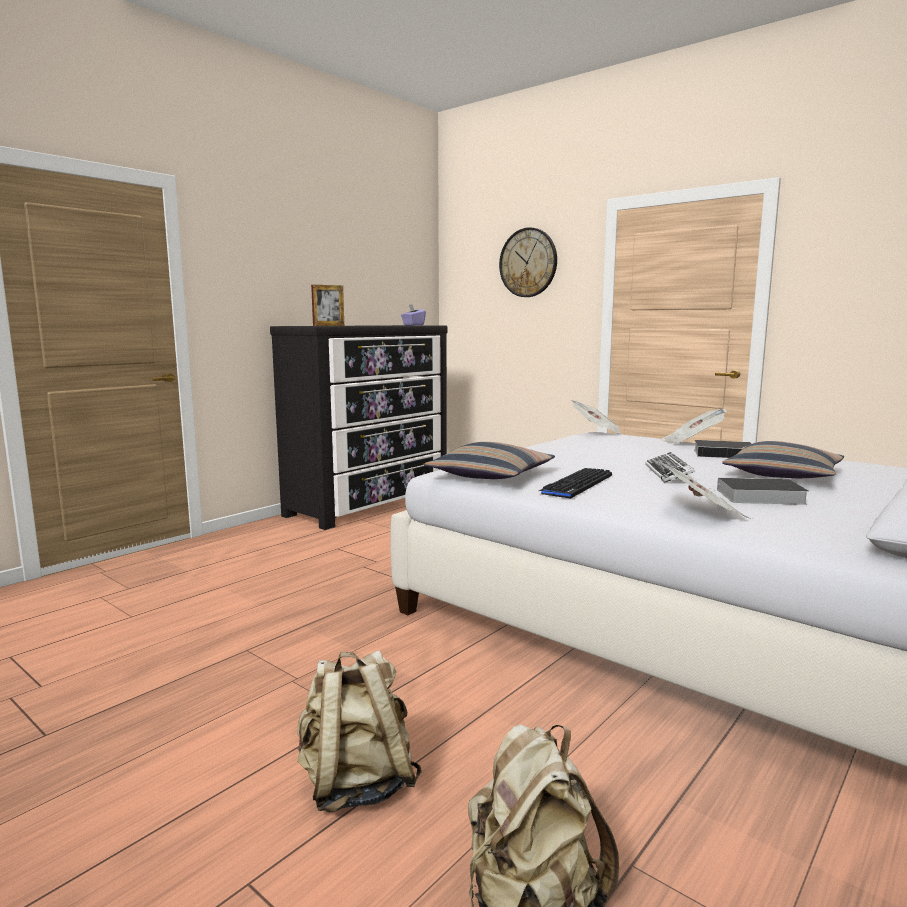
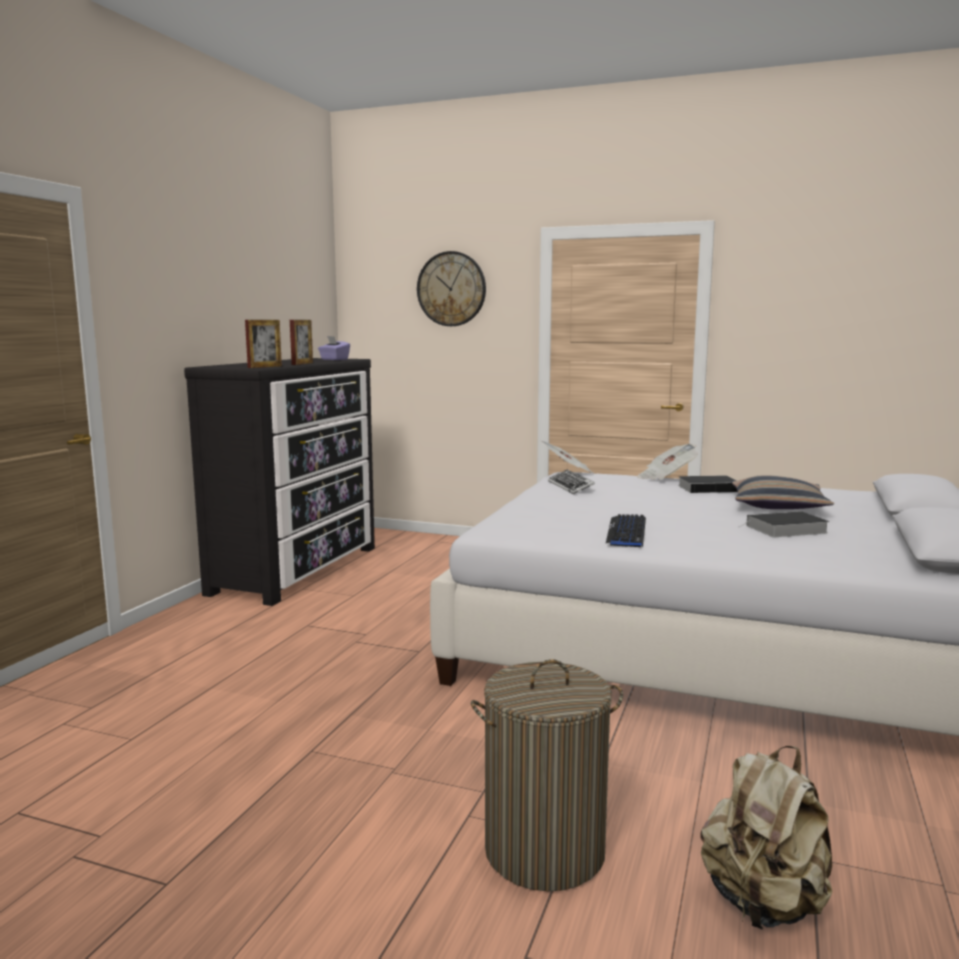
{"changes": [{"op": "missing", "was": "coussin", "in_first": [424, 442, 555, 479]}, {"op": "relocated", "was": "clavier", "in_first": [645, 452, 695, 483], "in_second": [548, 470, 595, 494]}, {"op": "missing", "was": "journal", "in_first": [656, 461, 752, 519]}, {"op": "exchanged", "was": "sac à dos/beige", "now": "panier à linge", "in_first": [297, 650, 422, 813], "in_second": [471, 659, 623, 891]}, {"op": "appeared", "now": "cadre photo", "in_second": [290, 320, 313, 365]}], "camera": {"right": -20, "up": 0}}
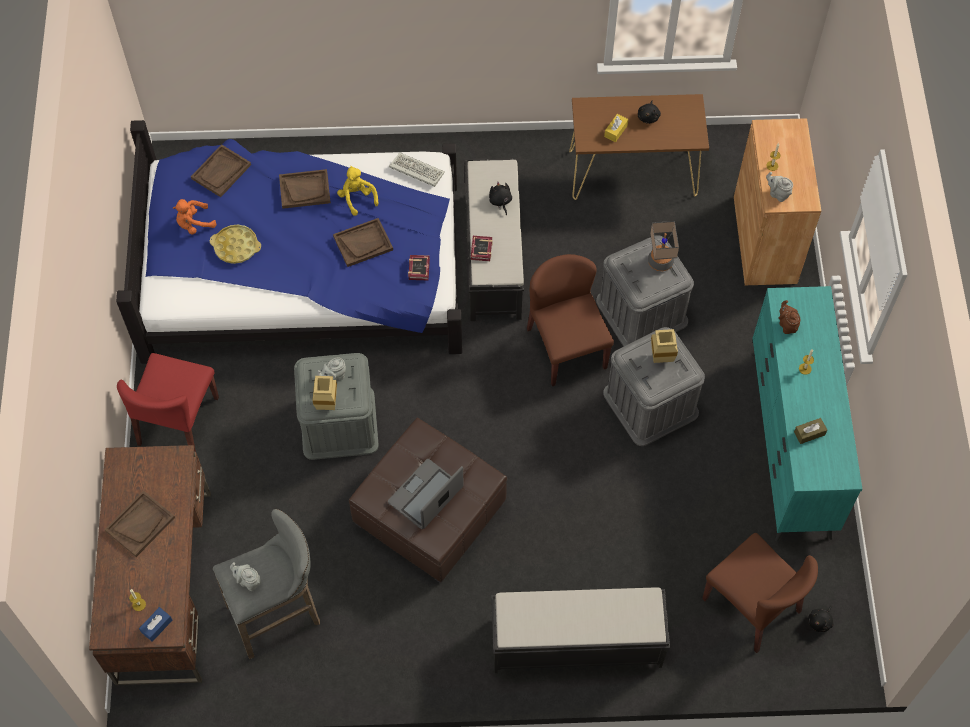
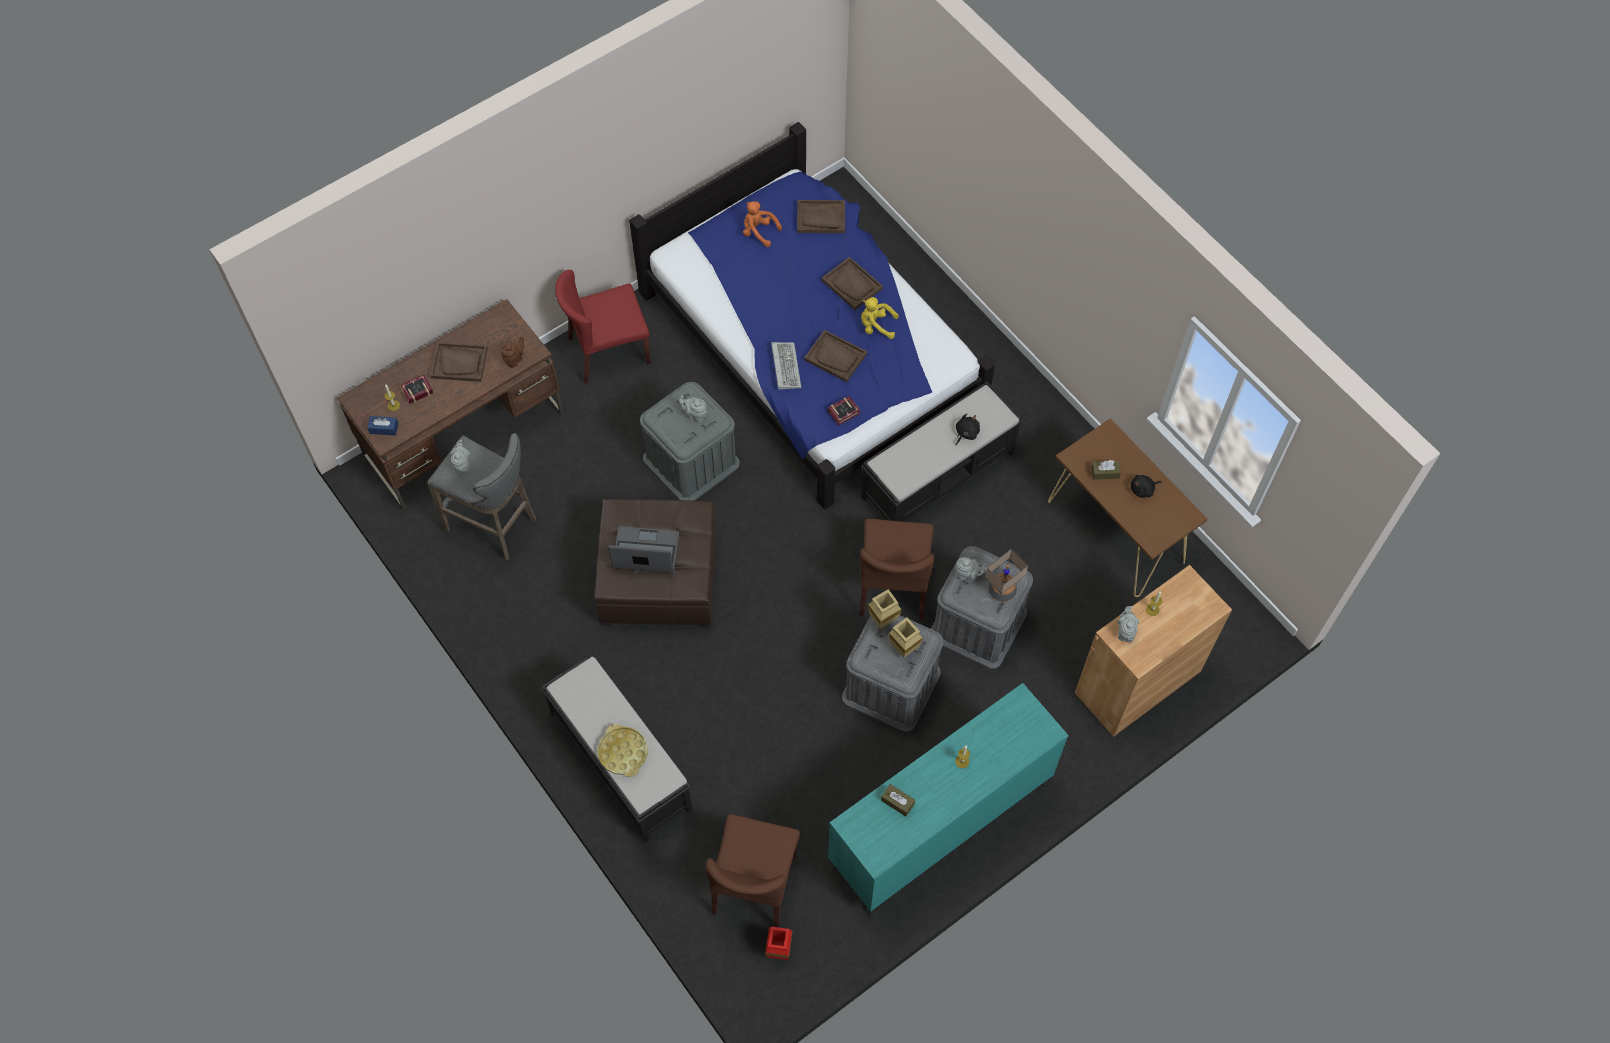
{"changes": [{"op": "colour", "was": "boîte à mouchoirs/jaune", "now": "boîte à mouchoirs/marron", "in_first": [604, 114, 628, 142], "in_second": [1091, 460, 1121, 480]}, {"op": "relocated", "was": "clavier", "in_first": [389, 153, 445, 187], "in_second": [771, 342, 801, 390]}, {"op": "spun", "was": "peluche/jaune", "in_first": [337, 166, 378, 216], "in_second": [861, 297, 899, 339], "clockwise": -105}, {"op": "relocated", "was": "plateau/jaune", "in_first": [210, 225, 261, 264], "in_second": [598, 724, 648, 777]}, {"op": "relocated", "was": "livre", "in_first": [471, 236, 493, 261], "in_second": [400, 375, 433, 404]}, {"op": "spun", "was": "chaise/marron", "in_first": [527, 254, 614, 386], "in_second": [860, 519, 934, 621], "clockwise": 150}, {"op": "relocated", "was": "théière/marron", "in_first": [779, 300, 801, 334], "in_second": [501, 337, 524, 368]}, {"op": "relocated", "was": "vase/beige", "in_first": [313, 376, 337, 410], "in_second": [868, 589, 901, 629]}, {"op": "exchanged", "was": "peluche/noir", "now": "vase/rouge", "in_first": [808, 606, 834, 632], "in_second": [765, 927, 792, 960]}, {"op": "appeared", "now": "théière/gris", "in_second": [955, 557, 987, 582]}], "camera": {"right": 55, "up": 0}}
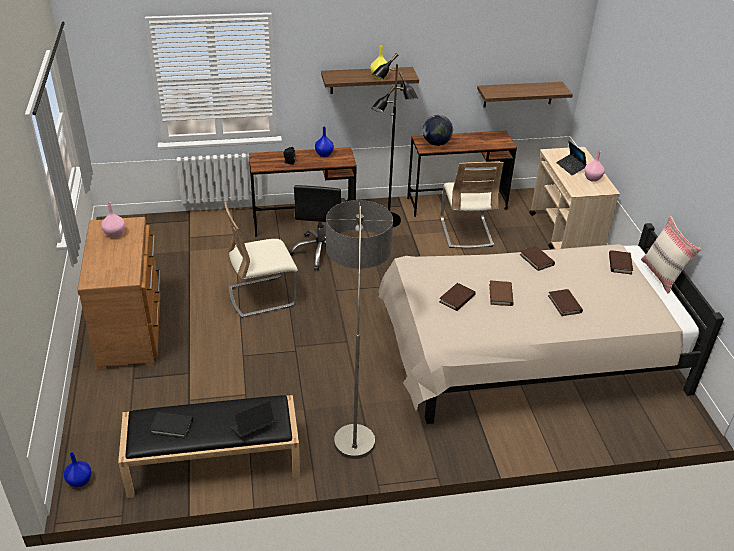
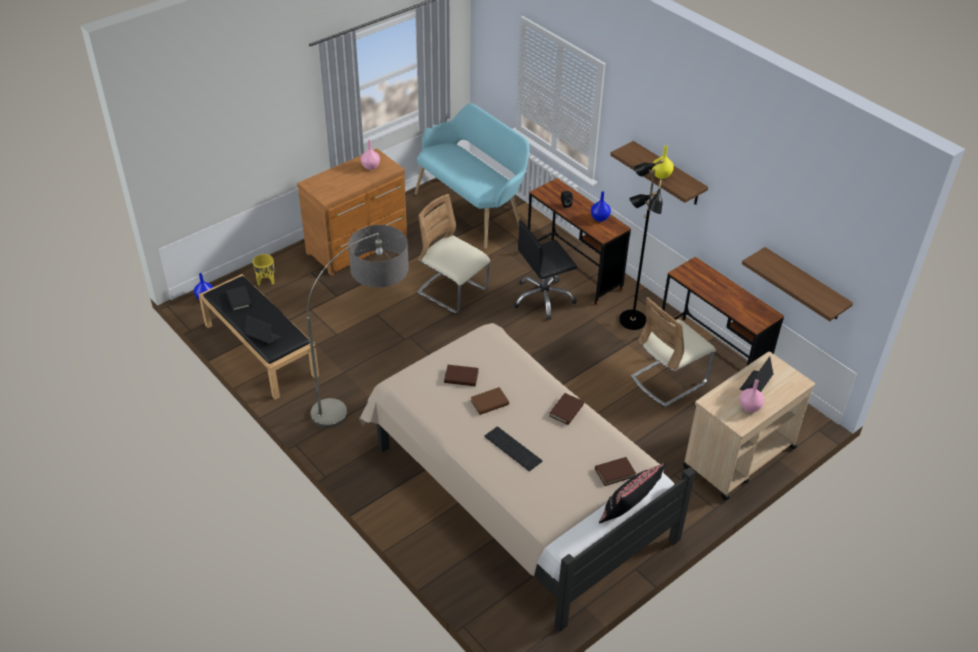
{"changes": [{"op": "missing", "was": "globe", "in_first": [423, 115, 453, 146]}, {"op": "colour", "was": "coussin/beige", "now": "coussin/noir", "in_first": [641, 216, 701, 294], "in_second": [599, 463, 666, 523]}, {"op": "exchanged", "was": "livre/marron", "now": "clavier", "in_first": [548, 289, 583, 316], "in_second": [485, 427, 543, 471]}, {"op": "appeared", "now": "banc/turquoise", "in_second": [414, 103, 529, 249]}, {"op": "appeared", "now": "cache-pot/jaune", "in_second": [252, 254, 275, 285]}], "camera": {"right": 60, "up": 5}}
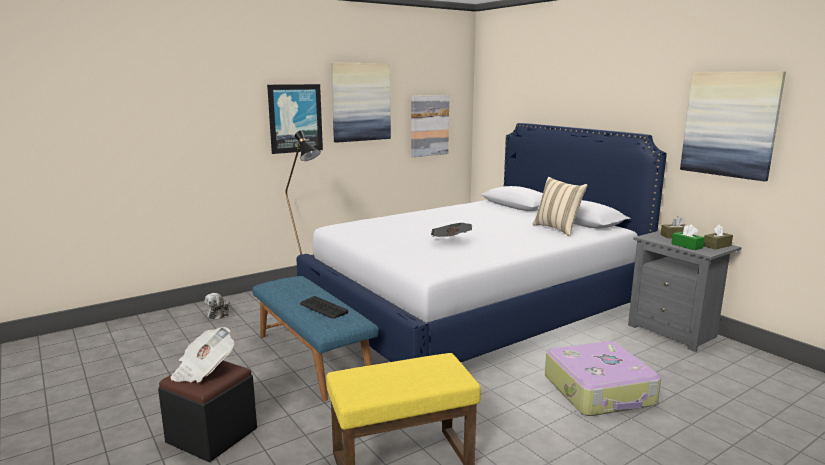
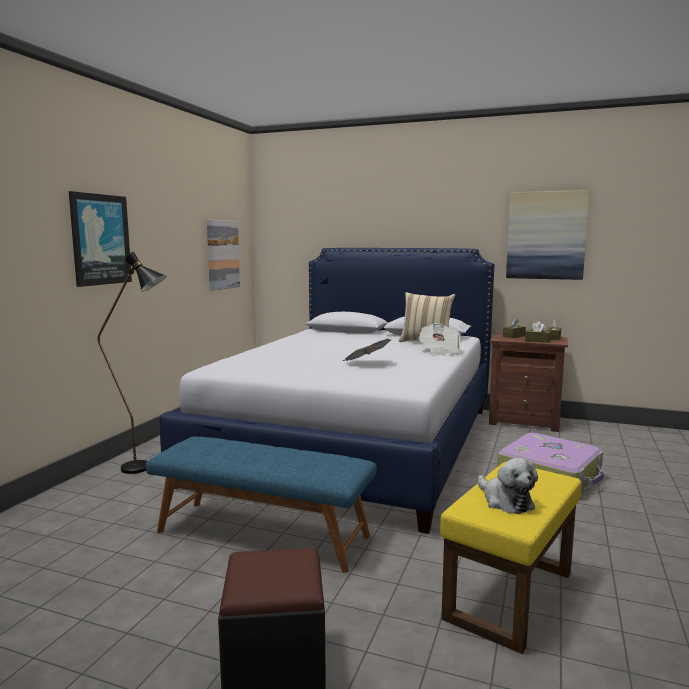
{"changes": [{"op": "missing", "was": "tableau", "in_first": [331, 63, 391, 143]}, {"op": "colour", "was": "boîte à mouchoirs/vert", "now": "boîte à mouchoirs/marron", "in_first": [671, 224, 705, 250], "in_second": [525, 321, 551, 343]}, {"op": "colour", "was": "table de chevet/gris", "now": "table de chevet/marron", "in_first": [628, 230, 742, 352], "in_second": [489, 333, 568, 432]}, {"op": "relocated", "was": "peluche", "in_first": [205, 293, 230, 319], "in_second": [478, 458, 538, 514]}, {"op": "missing", "was": "clavier", "in_first": [300, 296, 348, 319]}, {"op": "relocated", "was": "journal", "in_first": [170, 327, 234, 383], "in_second": [419, 323, 460, 356]}], "camera": {"right": -35, "up": -5}}
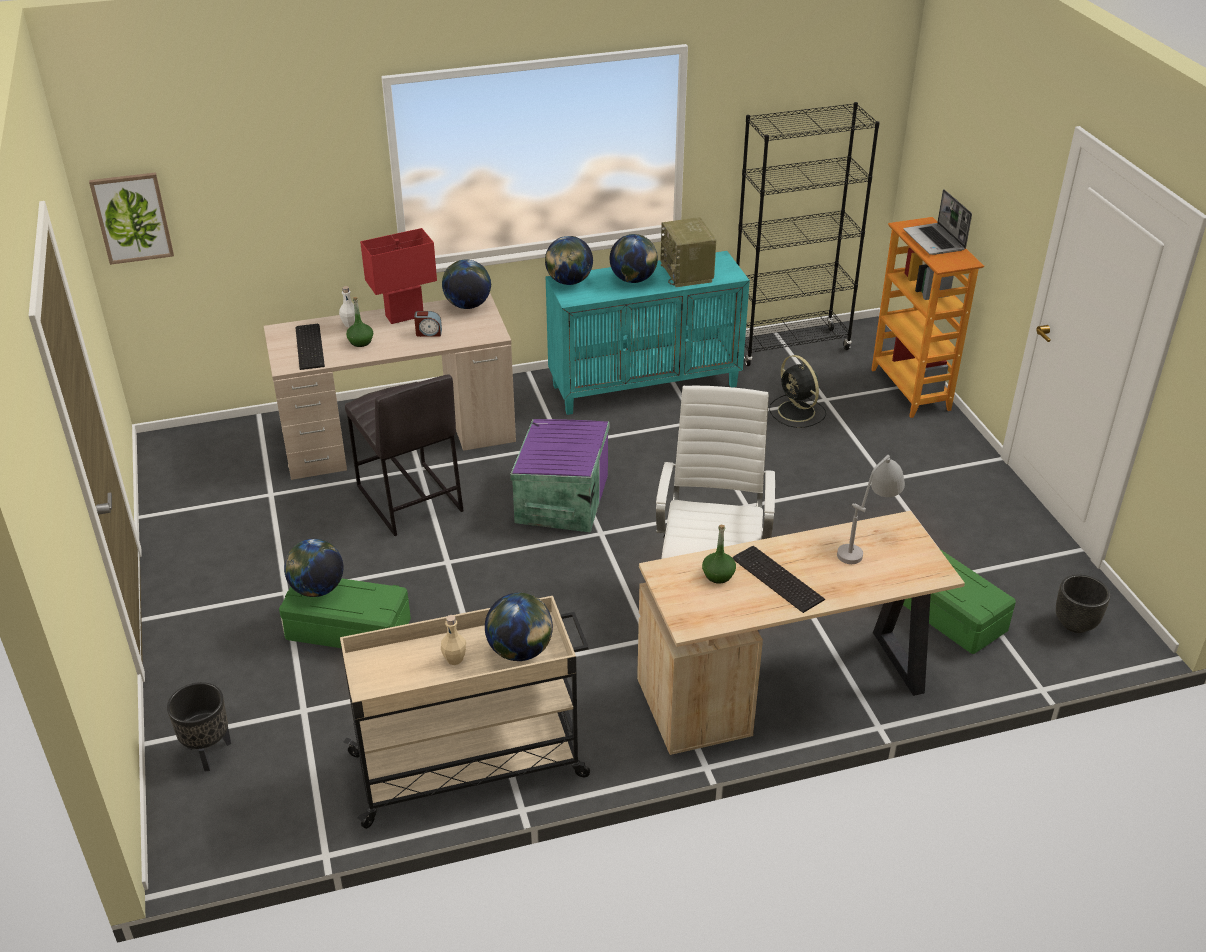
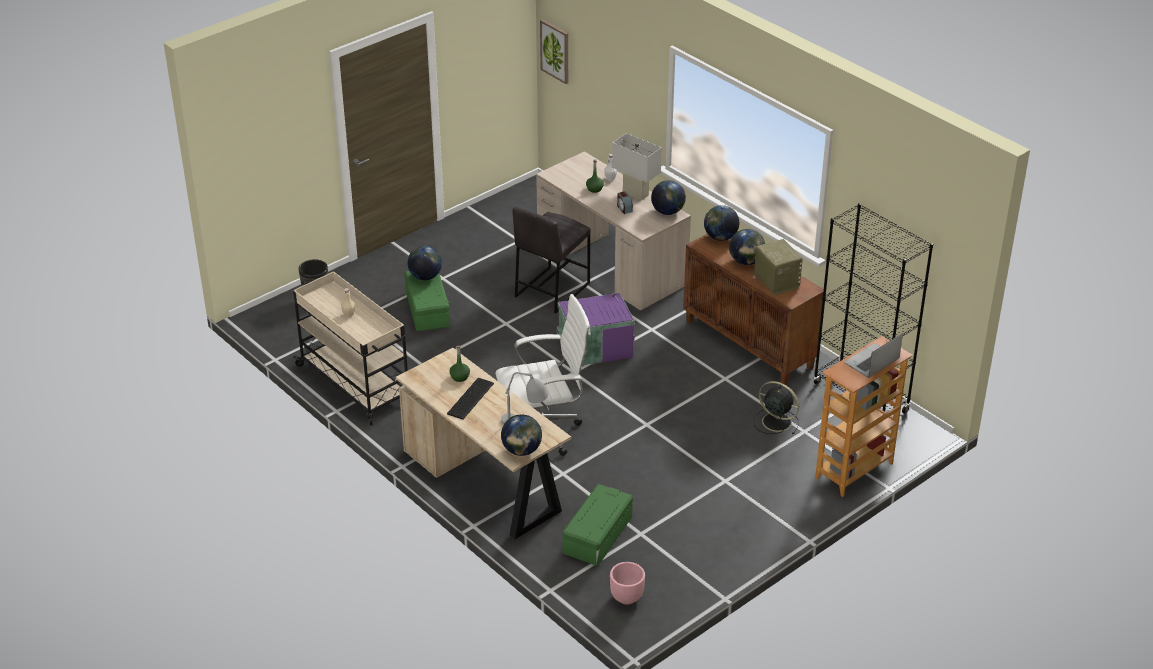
{"changes": [{"op": "spun", "was": "radio", "in_first": [661, 217, 716, 287], "in_second": [754, 239, 803, 296], "clockwise": 105}, {"op": "colour", "was": "lampe de table/rouge", "now": "lampe de table/blanc", "in_first": [360, 228, 437, 324], "in_second": [612, 133, 662, 201]}, {"op": "colour", "was": "meuble de rangement/turquoise", "now": "meuble de rangement/marron", "in_first": [546, 251, 750, 415], "in_second": [683, 234, 824, 385]}, {"op": "missing", "was": "clavier", "in_first": [295, 324, 325, 370]}, {"op": "spun", "was": "ventilateur/noir", "in_first": [769, 355, 826, 428], "in_second": [754, 381, 799, 434], "clockwise": 90}, {"op": "colour", "was": "cache-pot/noir", "now": "cache-pot/rose", "in_first": [1056, 574, 1110, 633], "in_second": [610, 562, 645, 605]}, {"op": "relocated", "was": "globe", "in_first": [485, 593, 553, 661], "in_second": [501, 414, 542, 456]}], "camera": {"right": 65, "up": 0}}
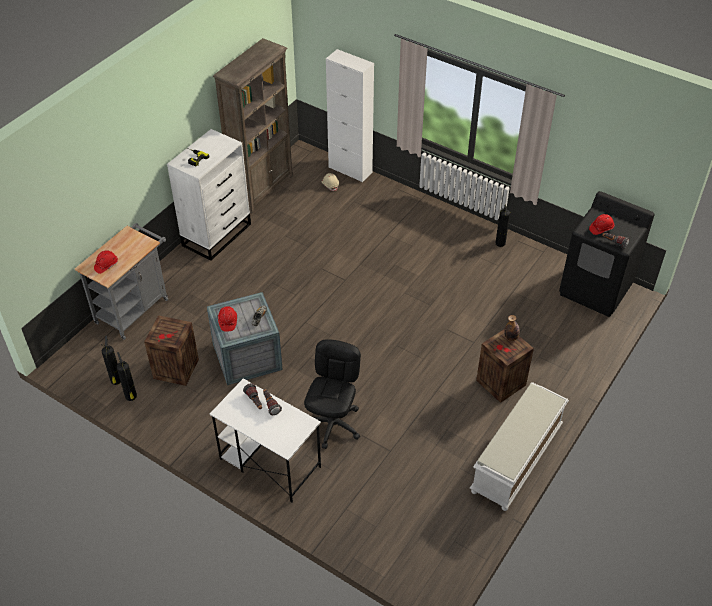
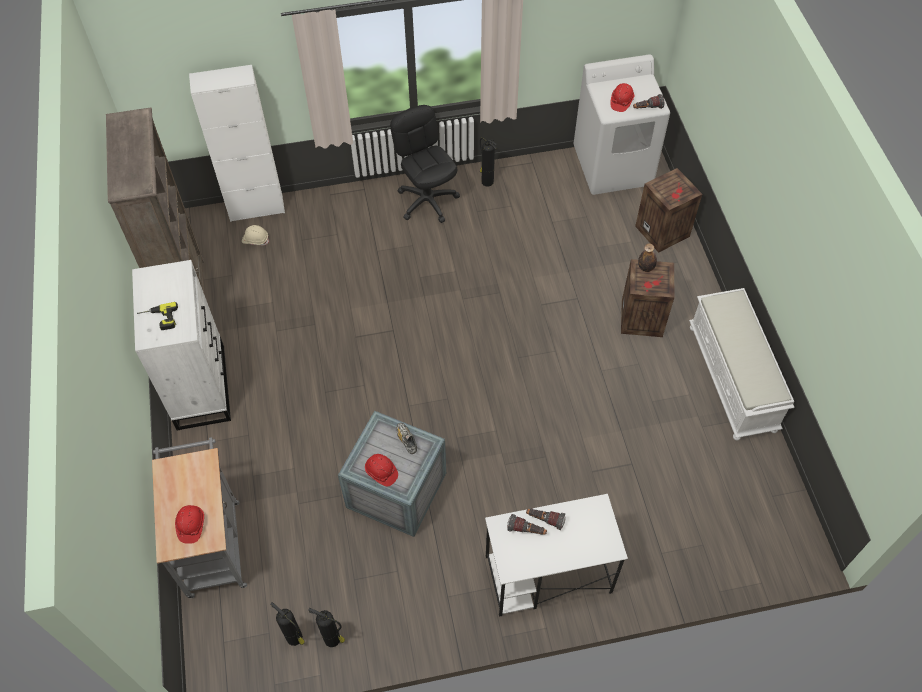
{"changes": [{"op": "colour", "was": "lave-linge/noir", "now": "lave-linge/blanc", "in_first": [559, 191, 655, 317], "in_second": [574, 54, 670, 195]}, {"op": "relocated", "was": "caisse", "in_first": [144, 315, 199, 386], "in_second": [635, 168, 702, 253]}, {"op": "relocated", "was": "chaise de bureau/noir", "in_first": [304, 339, 361, 449], "in_second": [390, 105, 460, 223]}], "camera": {"right": -45, "up": 10}}
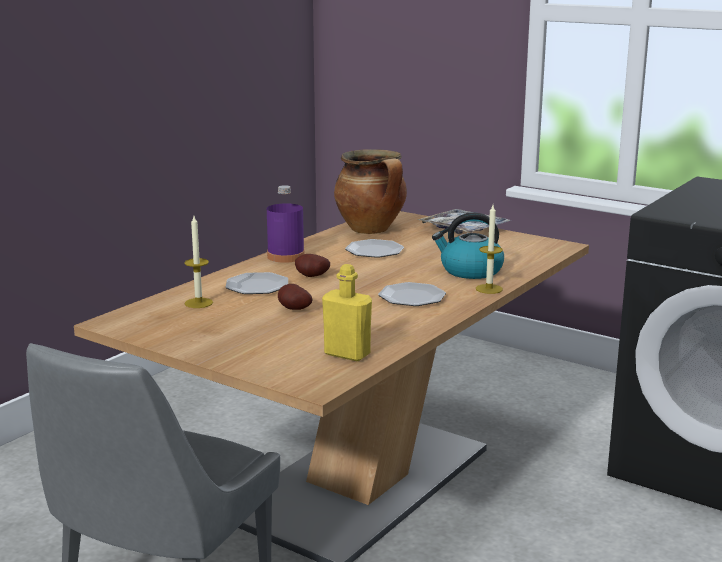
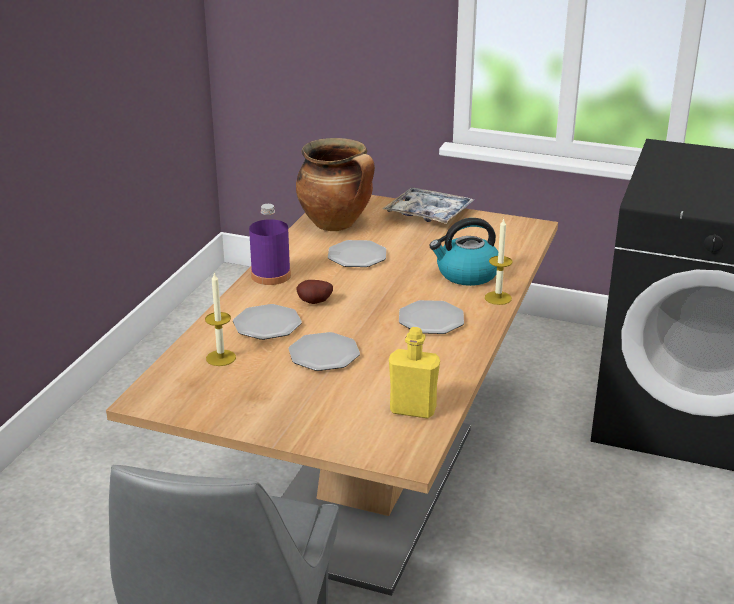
{"changes": [{"op": "exchanged", "was": "pomme de terre", "now": "assiette", "in_first": [278, 284, 312, 310], "in_second": [288, 332, 360, 371]}], "camera": {"right": -15, "up": 10}}
